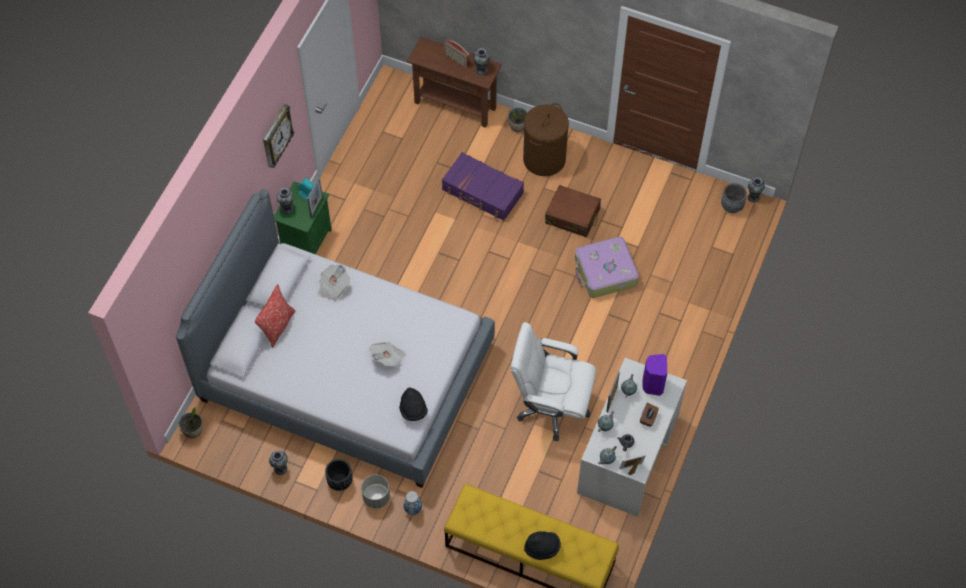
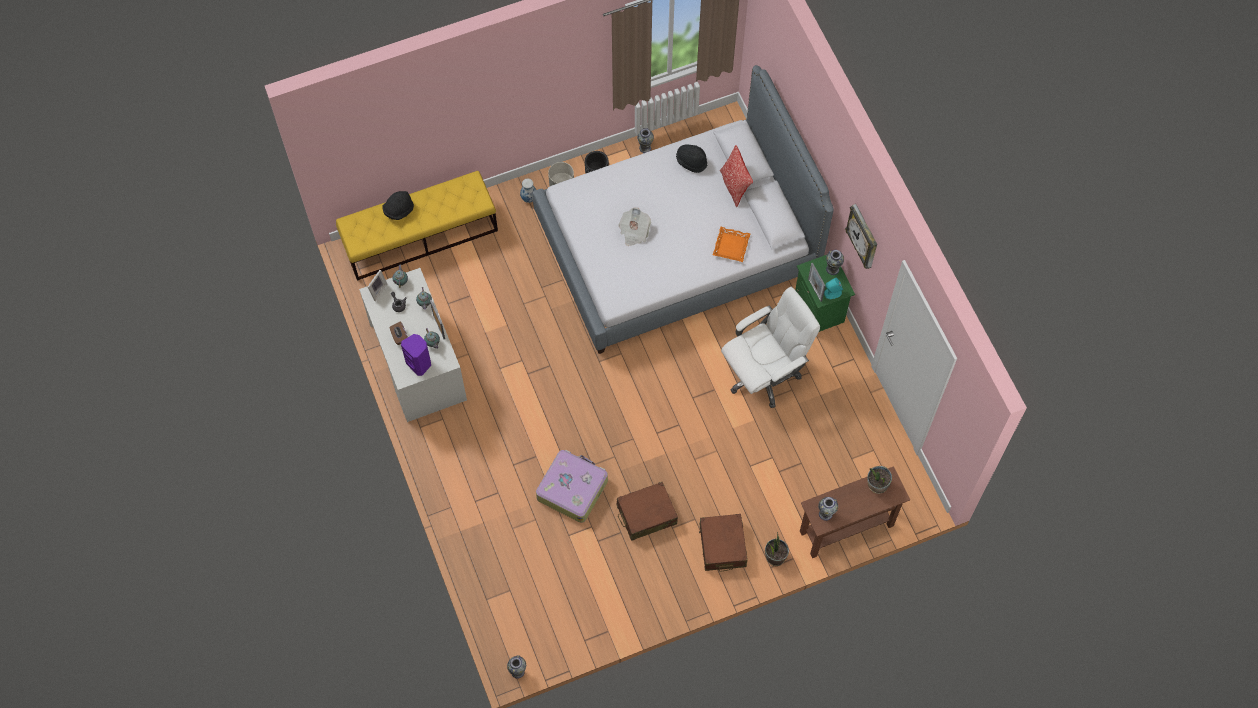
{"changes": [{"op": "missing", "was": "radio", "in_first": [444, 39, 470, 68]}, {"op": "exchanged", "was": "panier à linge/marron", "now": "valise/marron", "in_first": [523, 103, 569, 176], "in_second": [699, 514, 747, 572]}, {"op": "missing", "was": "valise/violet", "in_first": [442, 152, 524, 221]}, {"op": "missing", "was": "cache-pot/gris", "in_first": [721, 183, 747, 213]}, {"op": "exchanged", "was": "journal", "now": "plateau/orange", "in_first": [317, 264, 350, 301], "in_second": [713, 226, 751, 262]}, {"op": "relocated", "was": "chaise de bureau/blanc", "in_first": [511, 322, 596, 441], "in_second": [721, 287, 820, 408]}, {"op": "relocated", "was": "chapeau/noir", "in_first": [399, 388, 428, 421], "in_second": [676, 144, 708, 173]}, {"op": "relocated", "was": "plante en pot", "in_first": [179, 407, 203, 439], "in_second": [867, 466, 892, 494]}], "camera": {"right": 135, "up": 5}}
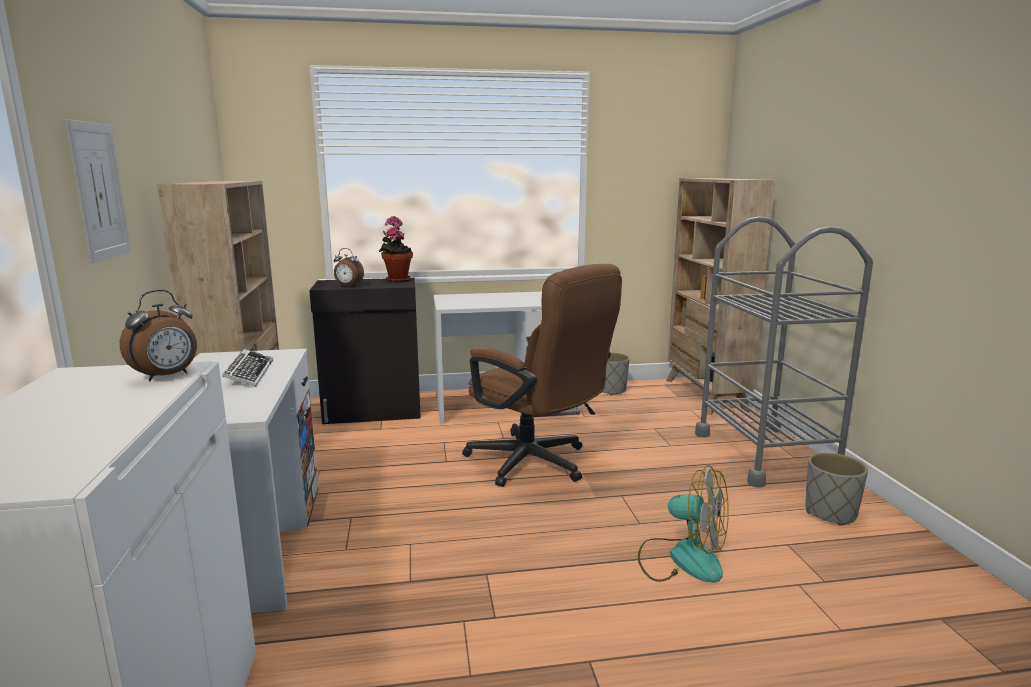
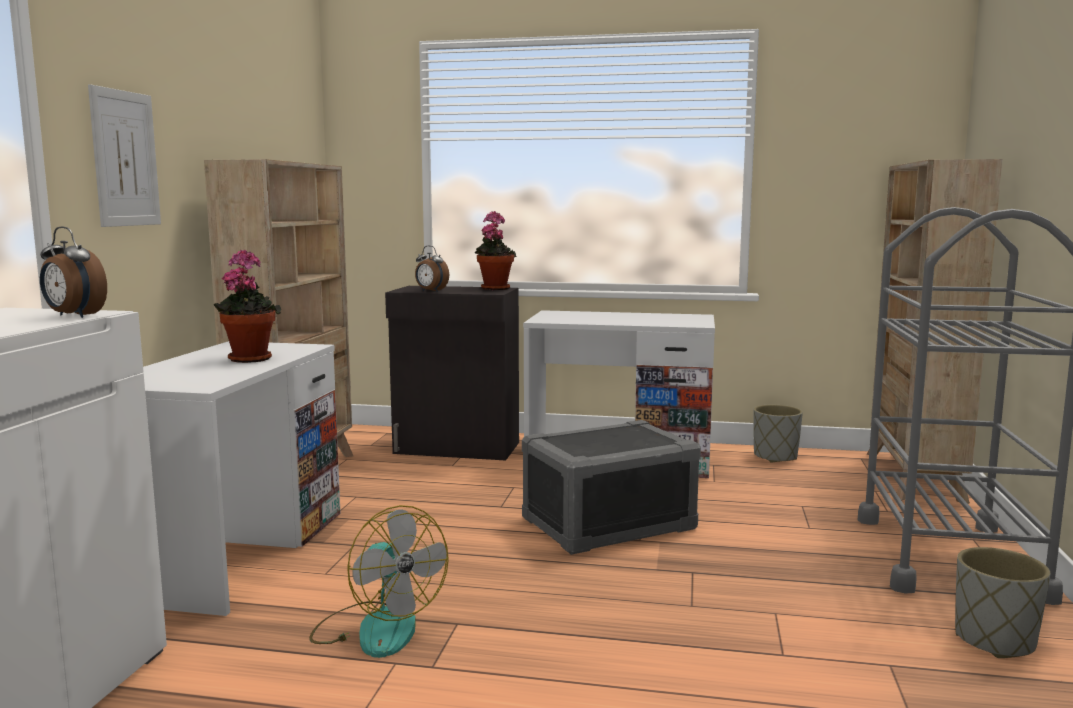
{"changes": [{"op": "exchanged", "was": "chaise de bureau/marron", "now": "boîte de rangement/gris", "in_first": [462, 264, 622, 487], "in_second": [522, 420, 701, 555]}, {"op": "spun", "was": "réveil", "in_first": [120, 290, 197, 381], "in_second": [40, 226, 107, 318], "clockwise": 60}, {"op": "exchanged", "was": "clavier", "now": "plante en pot", "in_first": [222, 349, 273, 386], "in_second": [213, 250, 281, 363]}, {"op": "relocated", "was": "ventilateur", "in_first": [638, 465, 729, 583], "in_second": [309, 505, 449, 658]}], "camera": {"right": 20, "up": -5}}
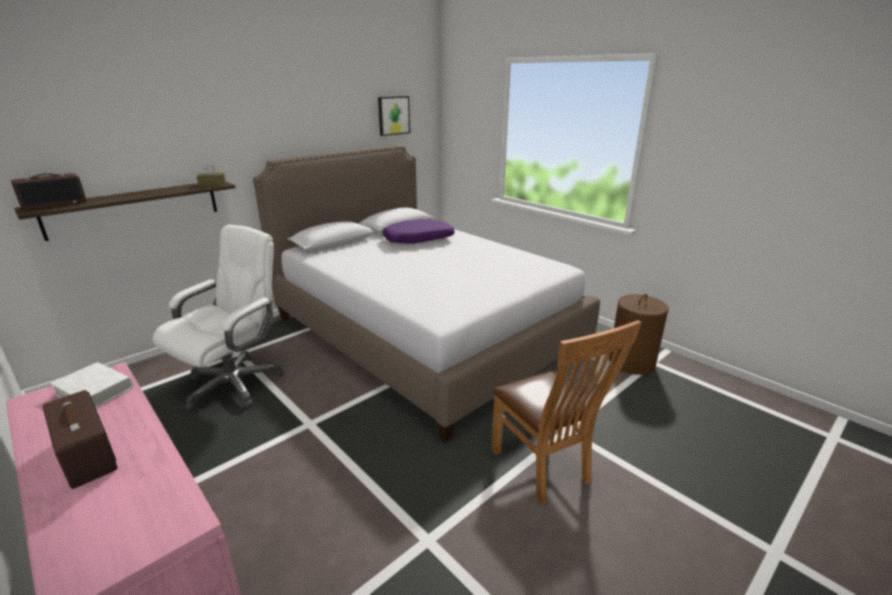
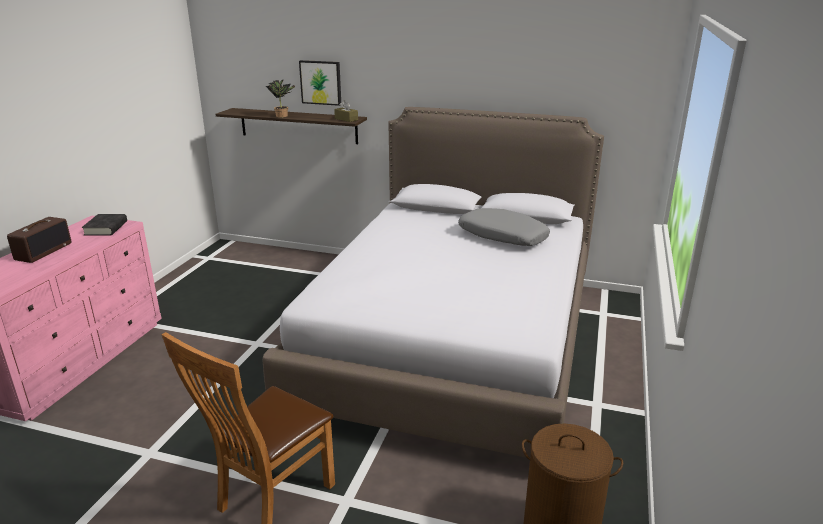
{"changes": [{"op": "relocated", "was": "tableau", "in_first": [378, 96, 410, 136], "in_second": [299, 60, 341, 106]}, {"op": "missing", "was": "radio", "in_first": [11, 173, 87, 211]}, {"op": "colour", "was": "coussin/violet", "now": "coussin/gris", "in_first": [383, 219, 455, 244], "in_second": [458, 208, 550, 246]}, {"op": "missing", "was": "chaise de bureau/blanc", "in_first": [152, 225, 284, 410]}, {"op": "colour", "was": "livre/blanc", "now": "livre/noir", "in_first": [50, 362, 133, 408], "in_second": [82, 214, 127, 236]}, {"op": "appeared", "now": "plante en pot", "in_second": [266, 80, 295, 118]}], "camera": {"right": 60, "up": 0}}
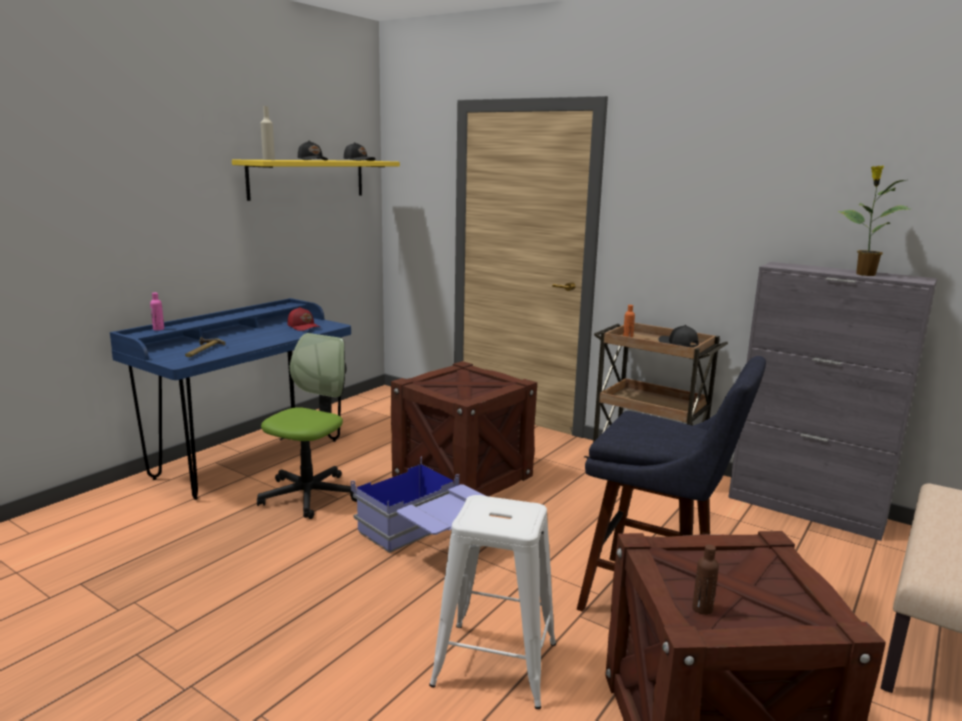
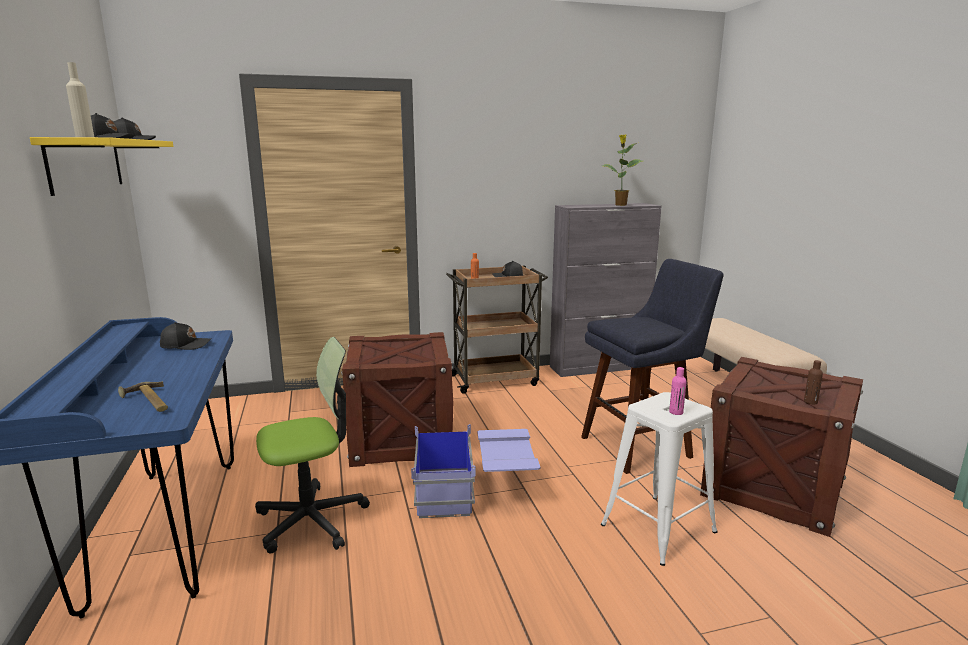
{"changes": [{"op": "relocated", "was": "bouteille/rose", "in_first": [150, 292, 164, 331], "in_second": [669, 367, 687, 415]}, {"op": "colour", "was": "casquette/rouge", "now": "casquette/noir", "in_first": [287, 307, 320, 331], "in_second": [160, 322, 211, 350]}, {"op": "spun", "was": "chaise de bureau", "in_first": [257, 333, 357, 519], "in_second": [255, 337, 370, 554], "clockwise": 90}], "camera": {"right": -50, "up": 0}}
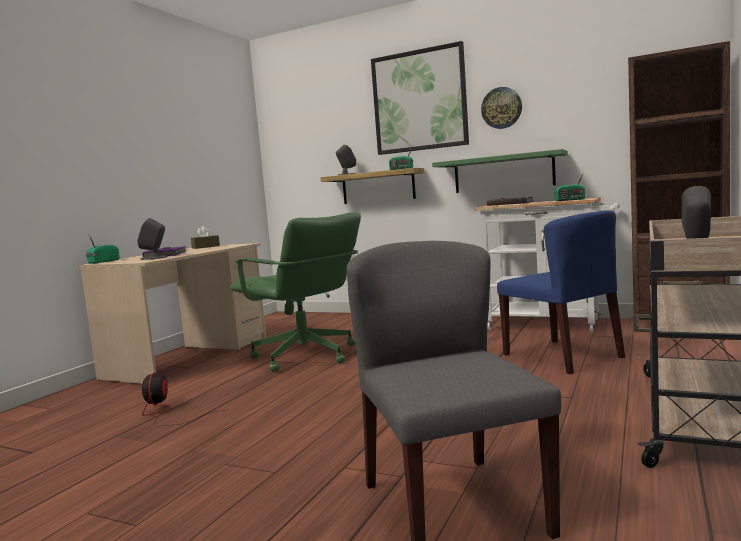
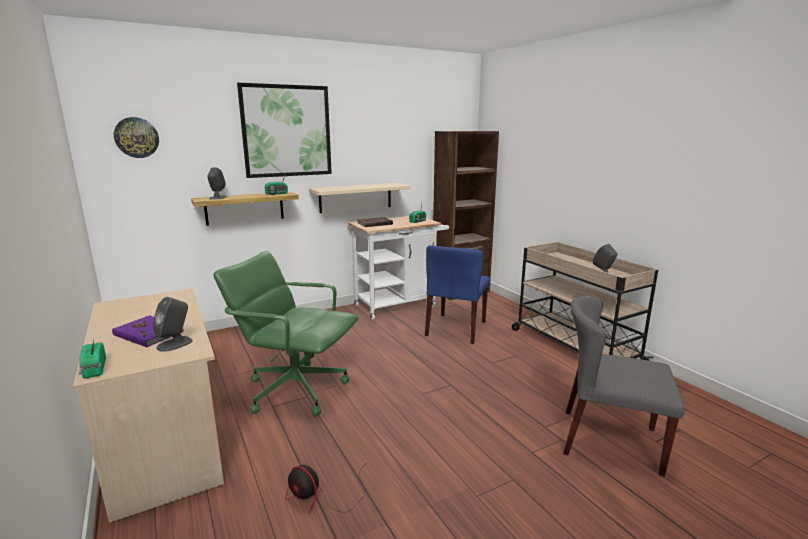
{"changes": [{"op": "relocated", "was": "horloge murale", "in_first": [481, 87, 522, 129], "in_second": [114, 117, 159, 158]}, {"op": "colour", "was": "étagère/vert", "now": "étagère/beige", "in_first": [432, 149, 568, 193], "in_second": [309, 183, 411, 213]}, {"op": "spun", "was": "chaise/bleu", "in_first": [497, 210, 625, 374], "in_second": [425, 245, 490, 344], "clockwise": 105}, {"op": "spun", "was": "chaise de bureau/vert", "in_first": [230, 212, 361, 372], "in_second": [213, 251, 358, 416], "clockwise": -150}, {"op": "missing", "was": "boîte à mouchoirs/marron", "in_first": [191, 226, 220, 249]}], "camera": {"right": -55, "up": 10}}
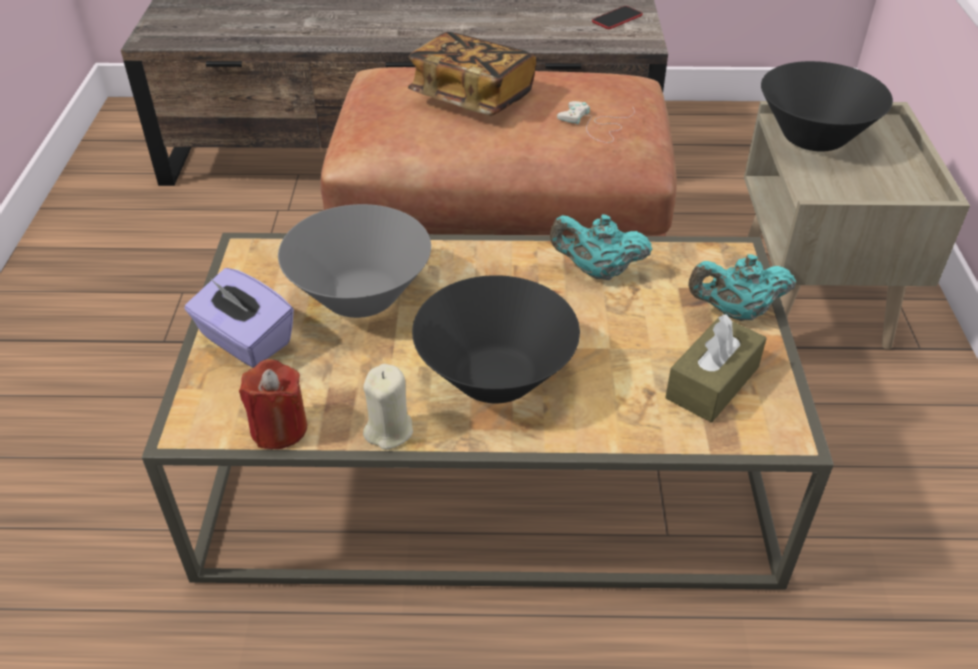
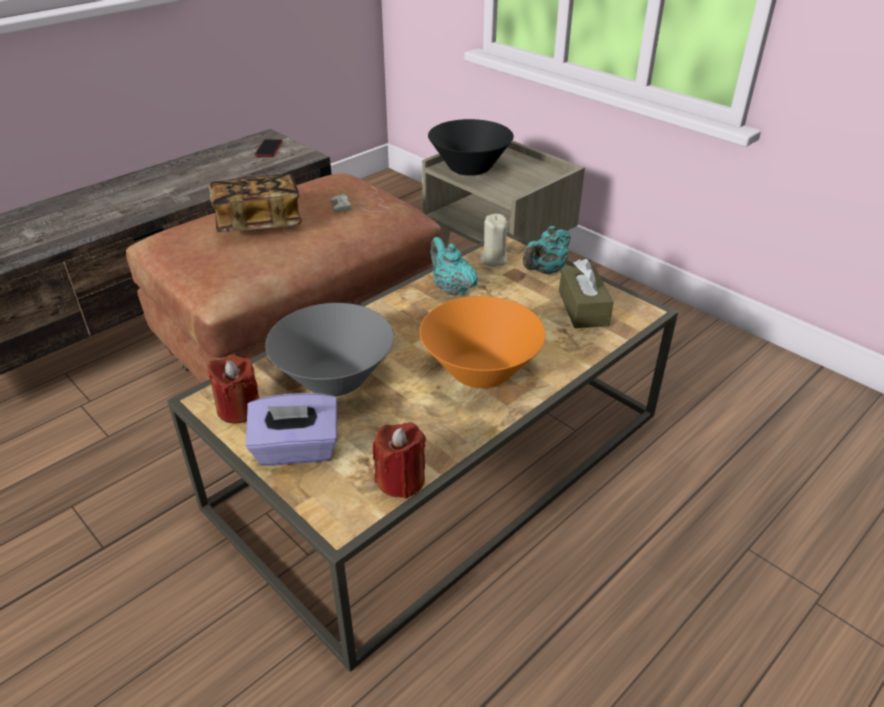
{"changes": [{"op": "spun", "was": "théière/turquoise", "in_first": [550, 214, 652, 280], "in_second": [430, 237, 478, 295], "clockwise": 90}, {"op": "colour", "was": "bol/noir", "now": "bol/orange", "in_first": [412, 275, 580, 403], "in_second": [420, 296, 546, 388]}, {"op": "relocated", "was": "bougie/beige", "in_first": [363, 364, 413, 450], "in_second": [480, 214, 507, 266]}, {"op": "appeared", "now": "bougie/rouge", "in_second": [208, 355, 260, 423]}], "camera": {"right": -45, "up": -5}}
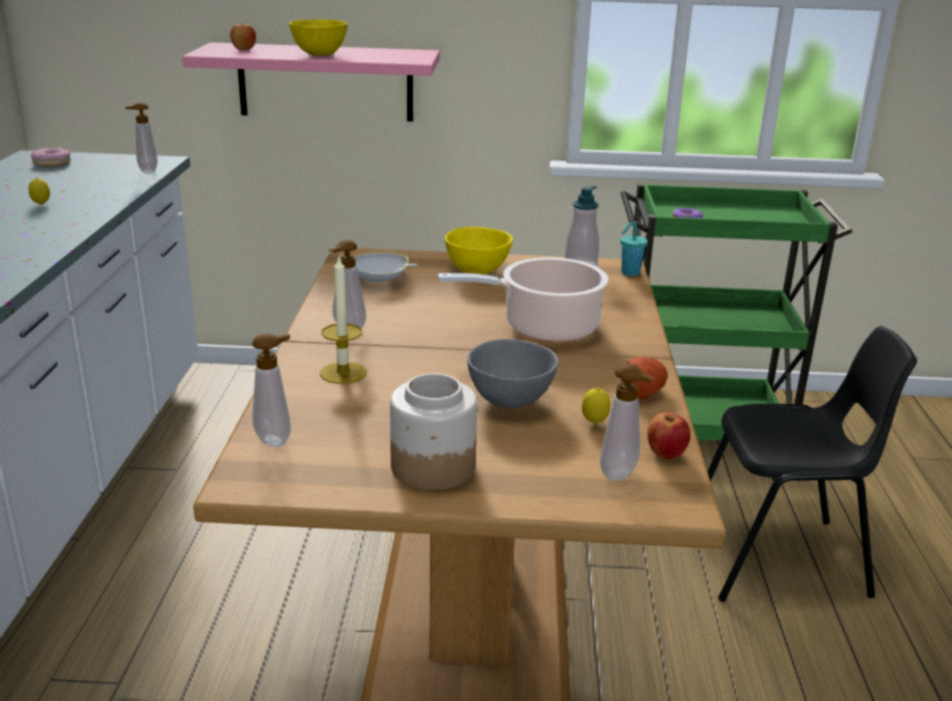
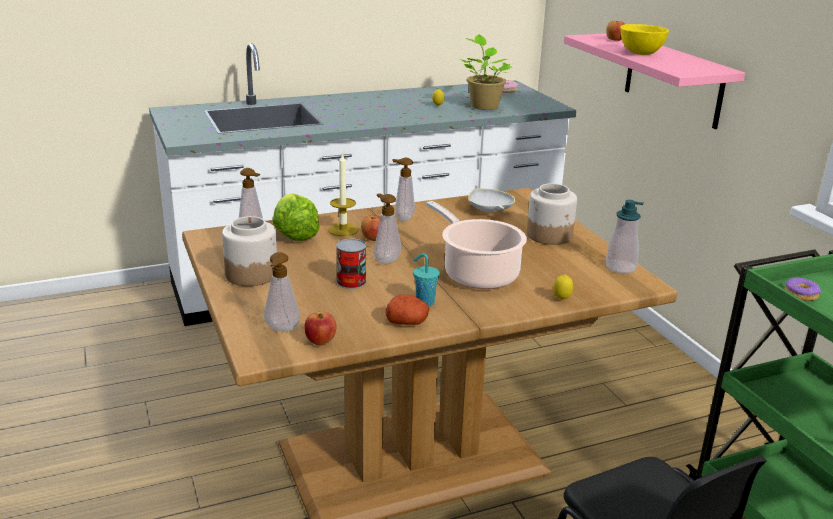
{"changes": [{"op": "relocated", "was": "distributeur de savon", "in_first": [125, 102, 158, 174], "in_second": [374, 193, 401, 264]}, {"op": "relocated", "was": "tasse/turquoise", "in_first": [620, 221, 648, 276], "in_second": [413, 253, 440, 306]}, {"op": "exchanged", "was": "bol/jaune", "now": "bocal", "in_first": [445, 227, 513, 274], "in_second": [527, 183, 577, 245]}, {"op": "exchanged", "was": "bol/gris", "now": "boîte métallique", "in_first": [467, 339, 559, 408], "in_second": [336, 239, 366, 289]}, {"op": "relocated", "was": "citron", "in_first": [582, 387, 610, 424], "in_second": [553, 274, 573, 300]}, {"op": "appeared", "now": "plante en pot", "in_second": [459, 34, 512, 110]}, {"op": "appeared", "now": "laitue", "in_second": [272, 193, 320, 241]}, {"op": "appeared", "now": "pomme", "in_second": [361, 215, 380, 241]}], "camera": {"right": 65, "up": 0}}
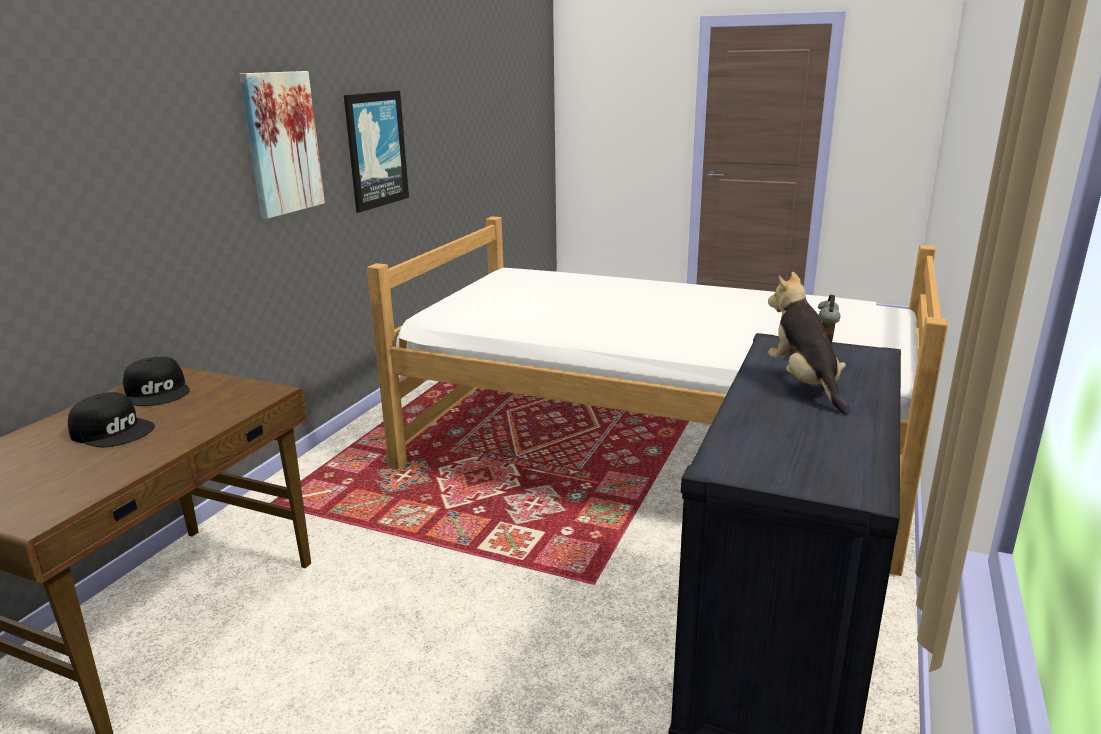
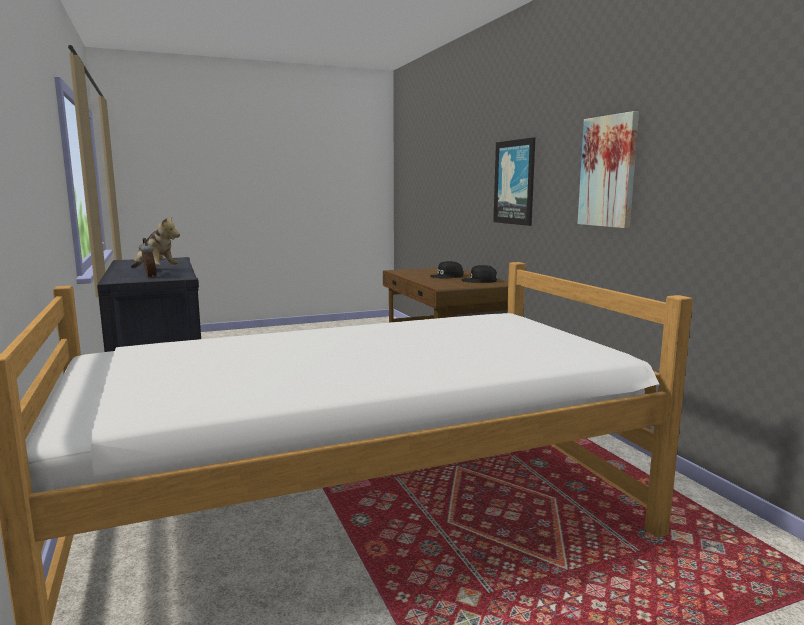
{"changes": [{"op": "relocated", "was": "tableau", "in_first": [344, 91, 409, 213], "in_second": [493, 137, 535, 226]}], "camera": {"right": 135, "up": -10}}
